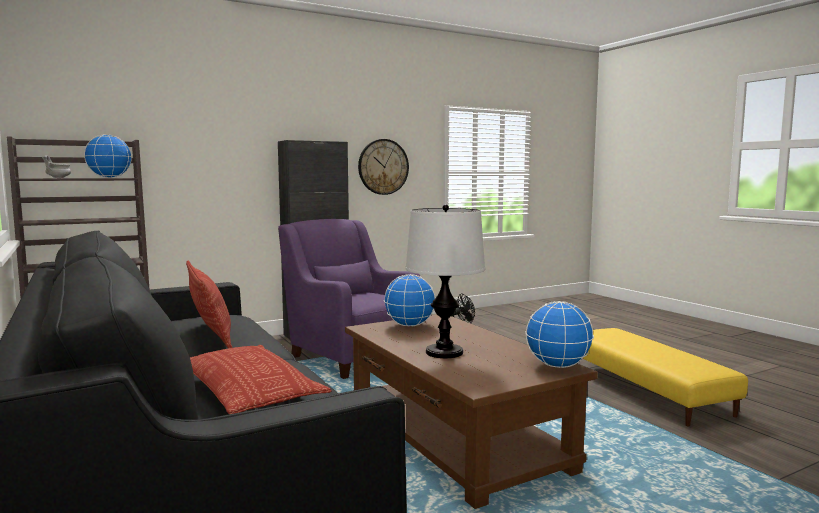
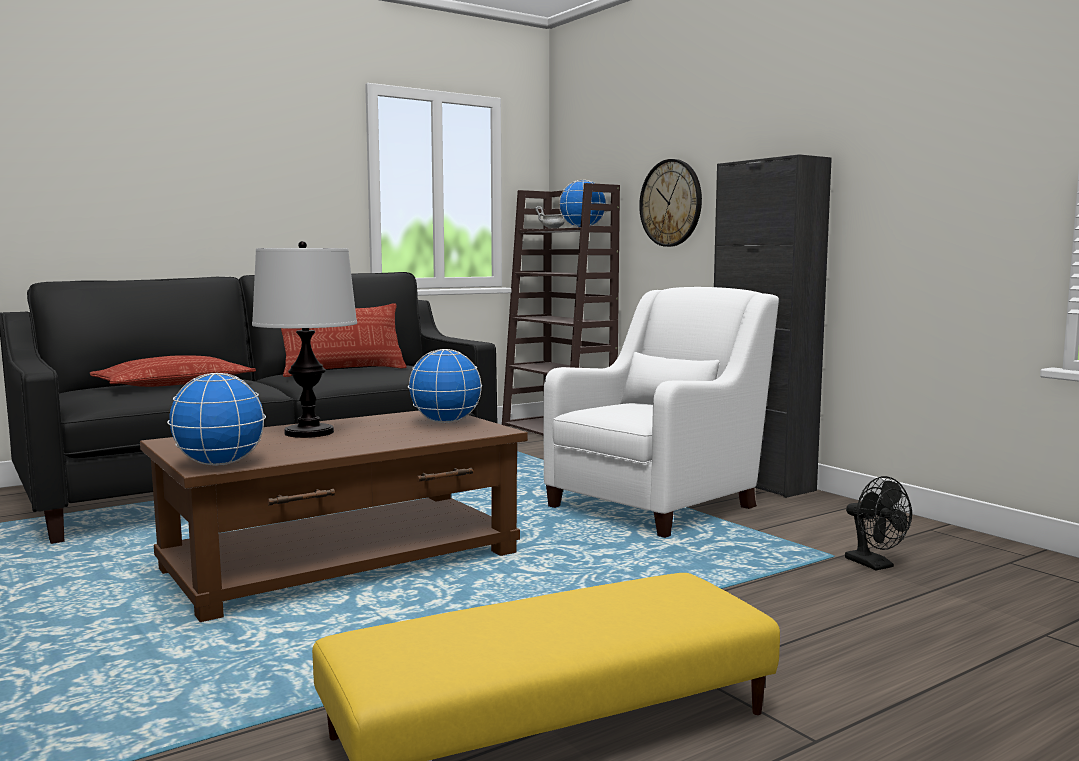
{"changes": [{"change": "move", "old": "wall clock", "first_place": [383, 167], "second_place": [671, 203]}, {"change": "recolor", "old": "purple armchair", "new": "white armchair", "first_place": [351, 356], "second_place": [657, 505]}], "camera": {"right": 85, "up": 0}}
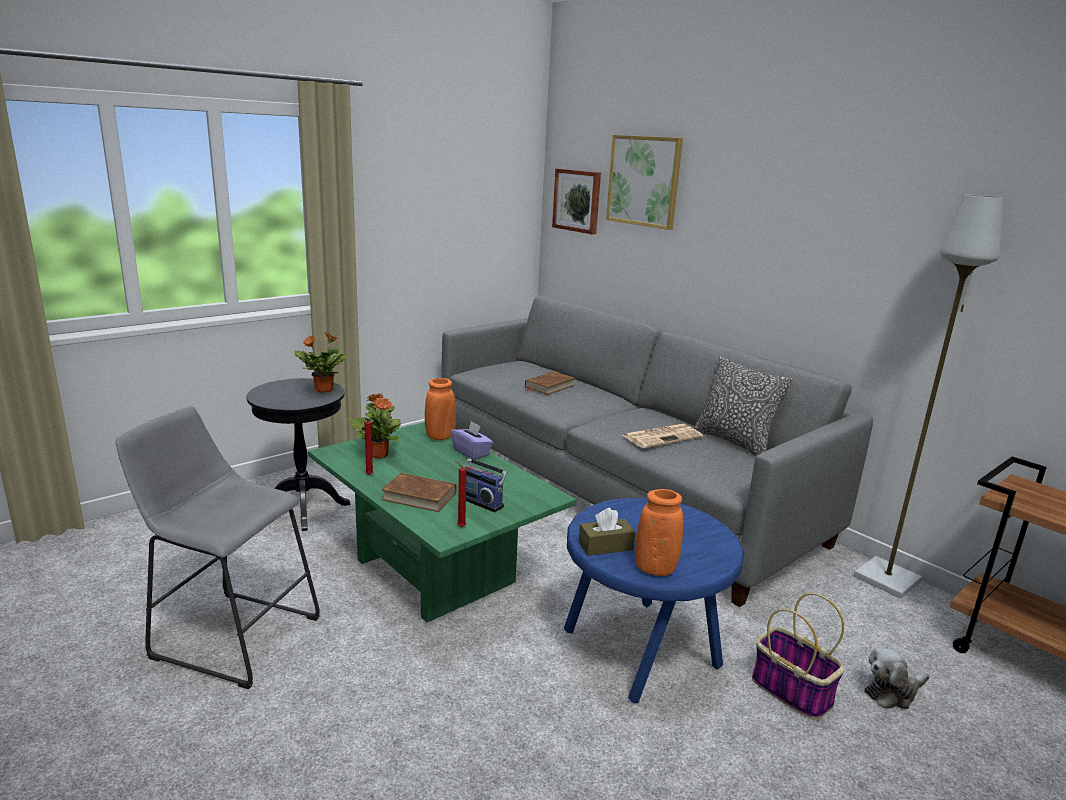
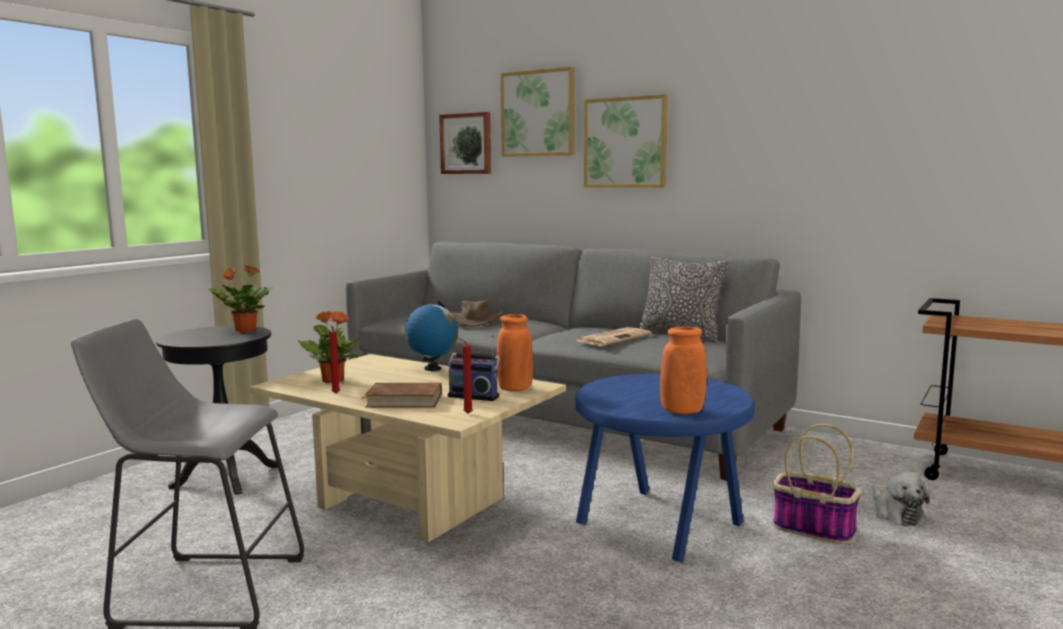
{"changes": [{"change": "delete", "old": "grey floor lamp", "first_place": [888, 579]}, {"change": "replace", "old": "brown book", "new": "brown hat", "first_place": [549, 386], "second_place": [474, 320]}, {"change": "move", "old": "orange vase", "first_place": [440, 437], "second_place": [515, 389]}, {"change": "replace", "old": "purple tissue box", "new": "globe", "first_place": [471, 452], "second_place": [432, 369]}, {"change": "recolor", "old": "green coffee table", "new": "beige coffee table", "first_place": [435, 571], "second_place": [411, 502]}, {"change": "delete", "old": "brown tissue box", "first_place": [605, 546]}, {"change": "rotate", "old": "plush toy", "first_place": [892, 692], "second_place": [897, 514], "degrees": -60}, {"change": "insert", "new": "picture", "second_place": [625, 142]}], "camera": {"right": -15, "up": -10}}
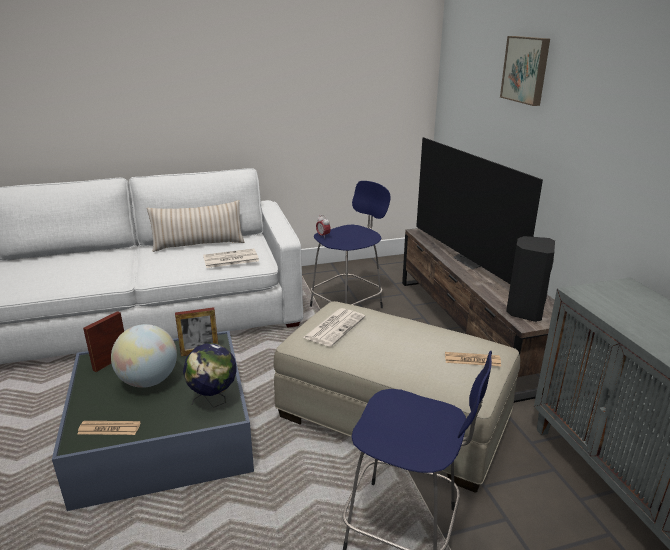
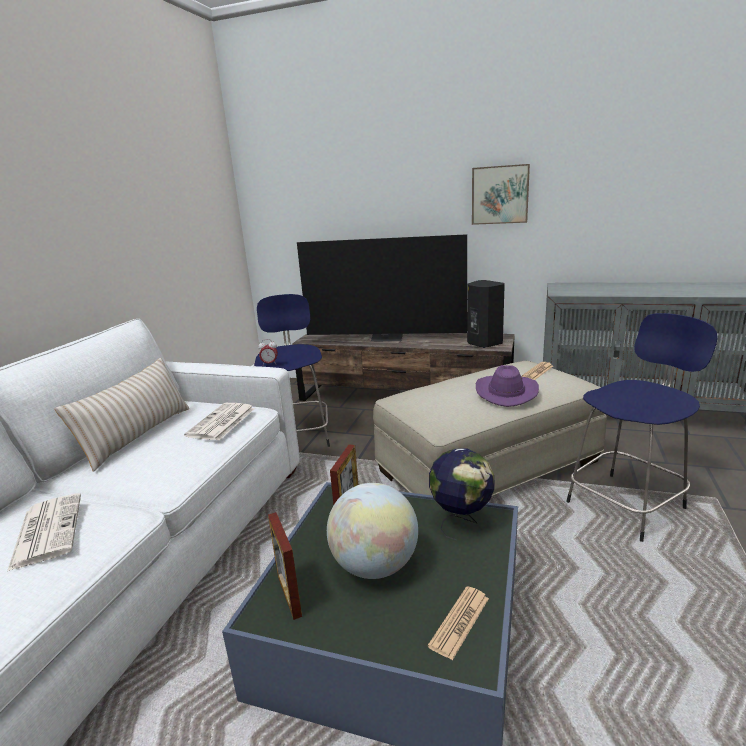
{"changes": [{"change": "move", "old": "picture", "first_place": [526, 69], "second_place": [500, 195]}, {"change": "move", "old": "newspaper", "first_place": [334, 327], "second_place": [47, 530]}, {"change": "insert", "new": "purple hat", "second_place": [506, 392]}], "camera": {"right": -55, "up": -5}}
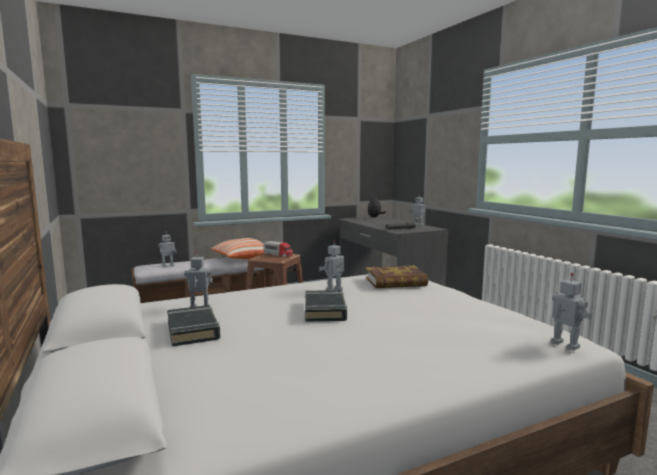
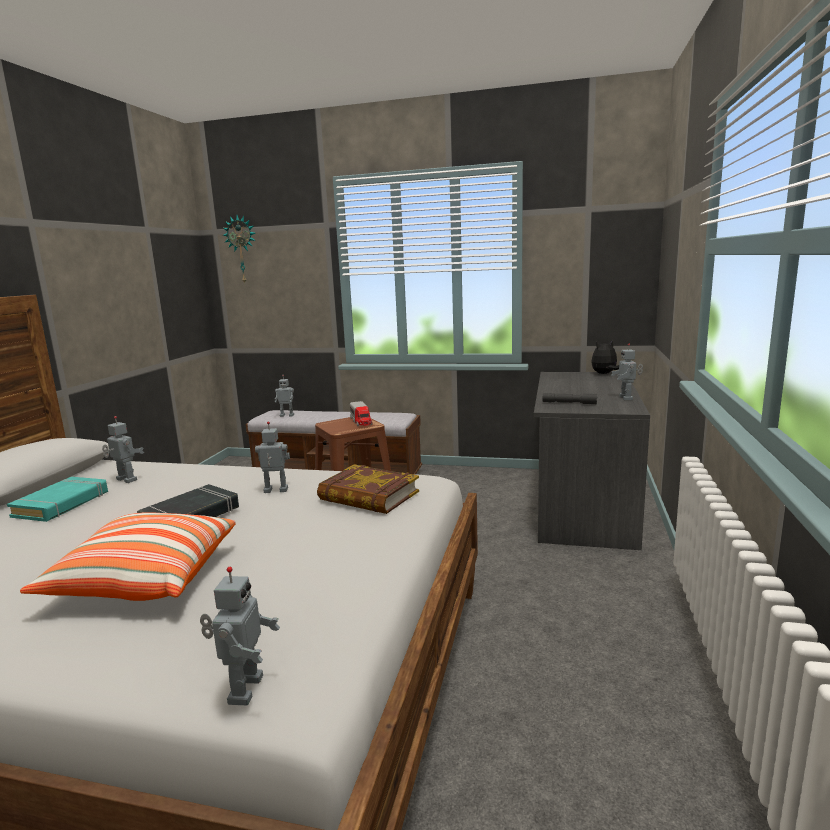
{"changes": [{"change": "move", "old": "pillow", "first_place": [242, 258], "second_place": [144, 579]}, {"change": "recolor", "old": "black book", "new": "turquoise book", "first_place": [193, 330], "second_place": [62, 504]}, {"change": "insert", "new": "wall clock", "second_place": [242, 249]}], "camera": {"right": 40, "up": 5}}
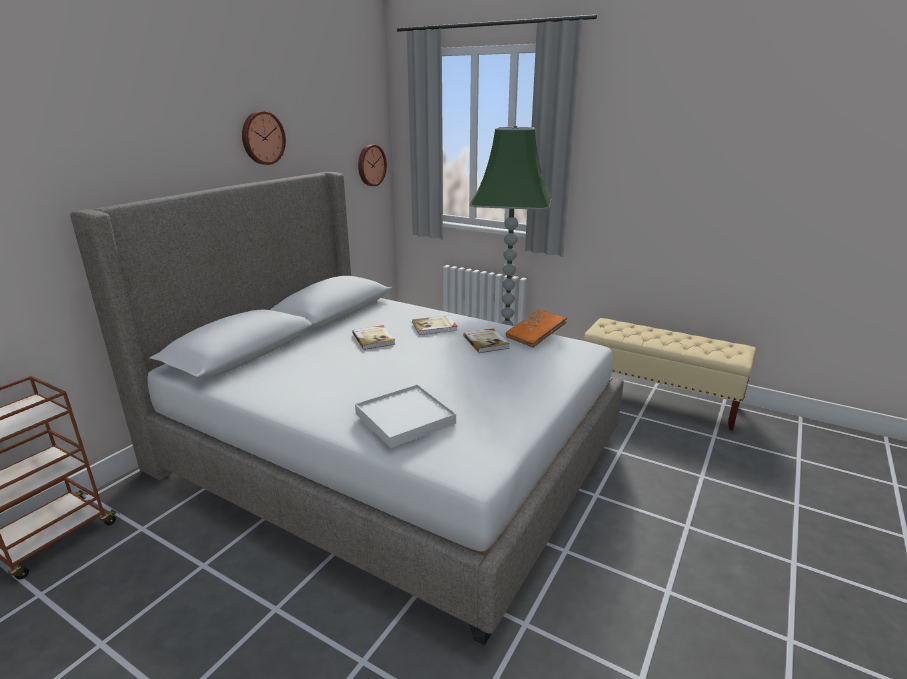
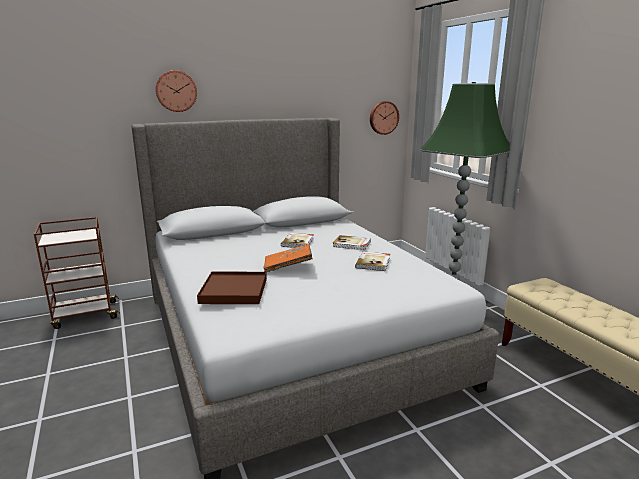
{"changes": [{"change": "move", "old": "wall clock", "first_place": [262, 138], "second_place": [176, 91]}, {"change": "move", "old": "orange book", "first_place": [535, 337], "second_place": [288, 266]}, {"change": "recolor", "old": "white tray", "new": "brown tray", "first_place": [405, 418], "second_place": [234, 291]}], "camera": {"right": 35, "up": -5}}
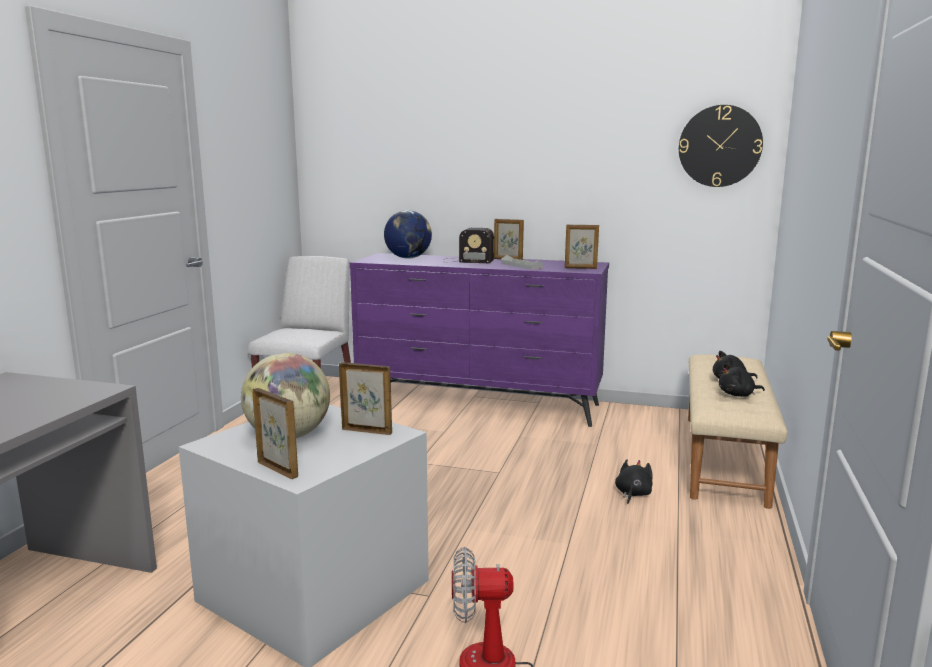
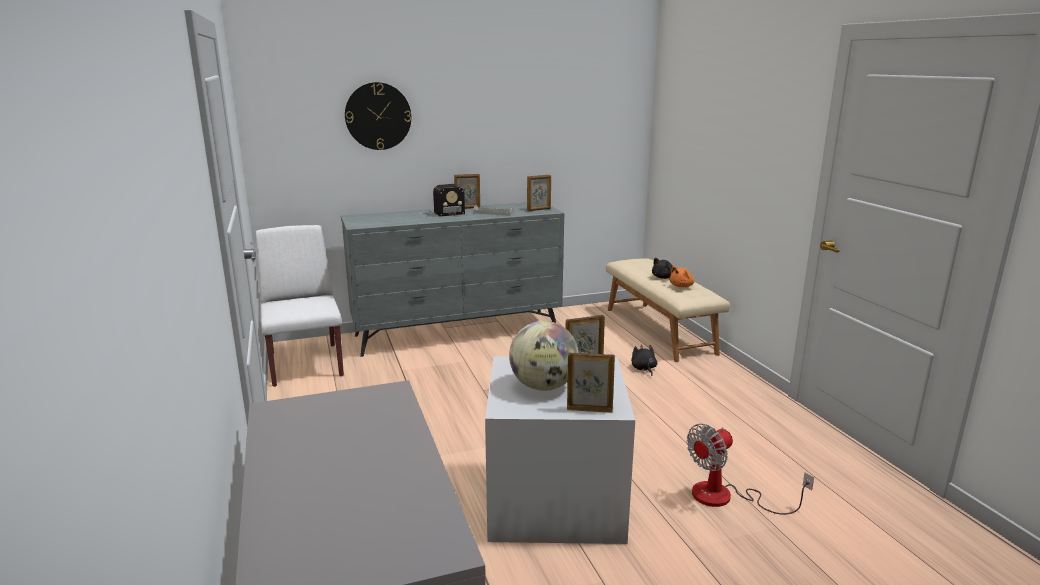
{"changes": [{"change": "move", "old": "wall clock", "first_place": [719, 146], "second_place": [378, 116]}, {"change": "delete", "old": "globe", "first_place": [408, 258]}, {"change": "recolor", "old": "purple dresser", "new": "grey dresser", "first_place": [479, 404], "second_place": [458, 333]}, {"change": "recolor", "old": "black plush toy", "new": "orange plush toy", "first_place": [738, 395], "second_place": [682, 286]}], "camera": {"right": -35, "up": 5}}
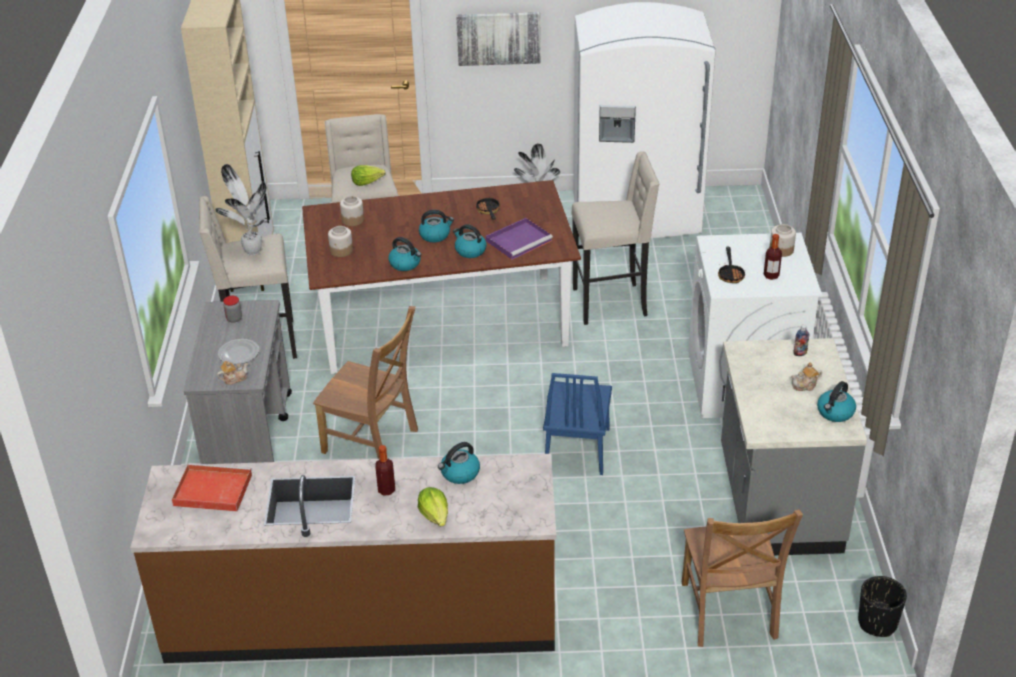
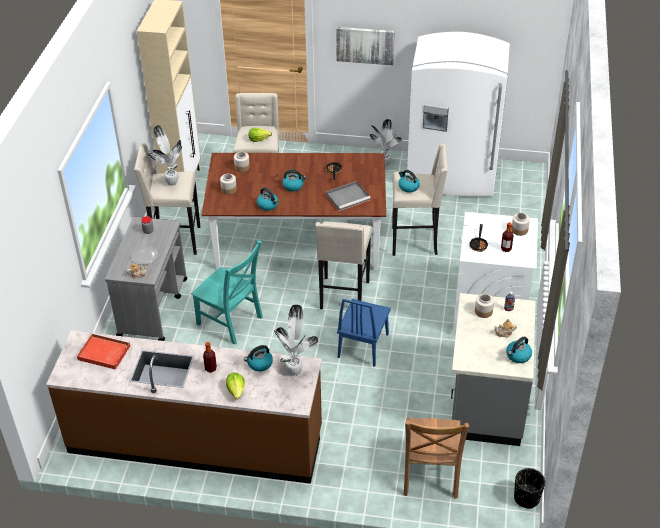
{"changes": [{"change": "recolor", "old": "purple tray", "new": "grey tray", "first_place": [519, 240], "second_place": [348, 197]}, {"change": "move", "old": "kettle", "first_place": [470, 251], "second_place": [408, 187]}, {"change": "recolor", "old": "brown chair", "new": "turquoise chair", "first_place": [373, 442], "second_place": [231, 322]}, {"change": "insert", "new": "beige stool", "second_place": [343, 296]}, {"change": "insert", "new": "jar", "second_place": [483, 311]}, {"change": "insert", "new": "potted plant", "second_place": [294, 370]}], "camera": {"right": 10, "up": 5}}
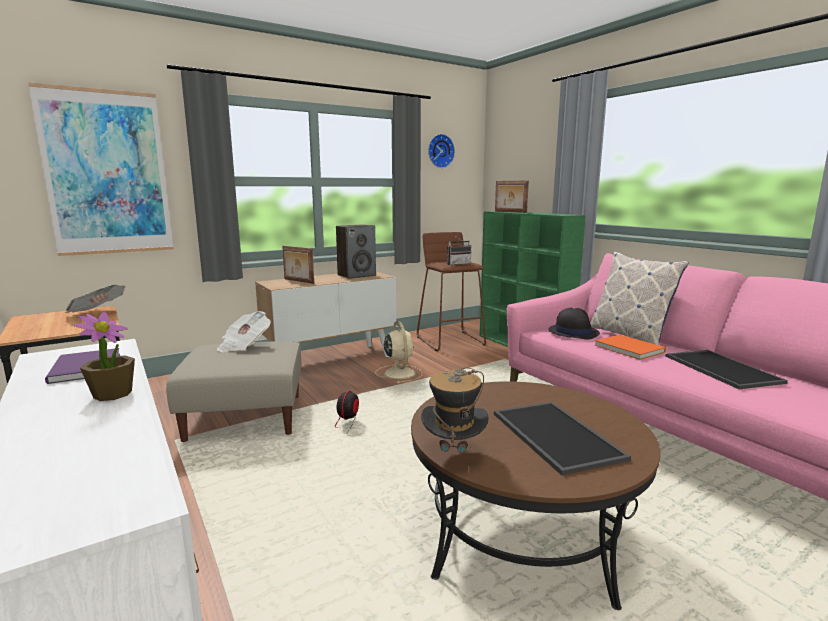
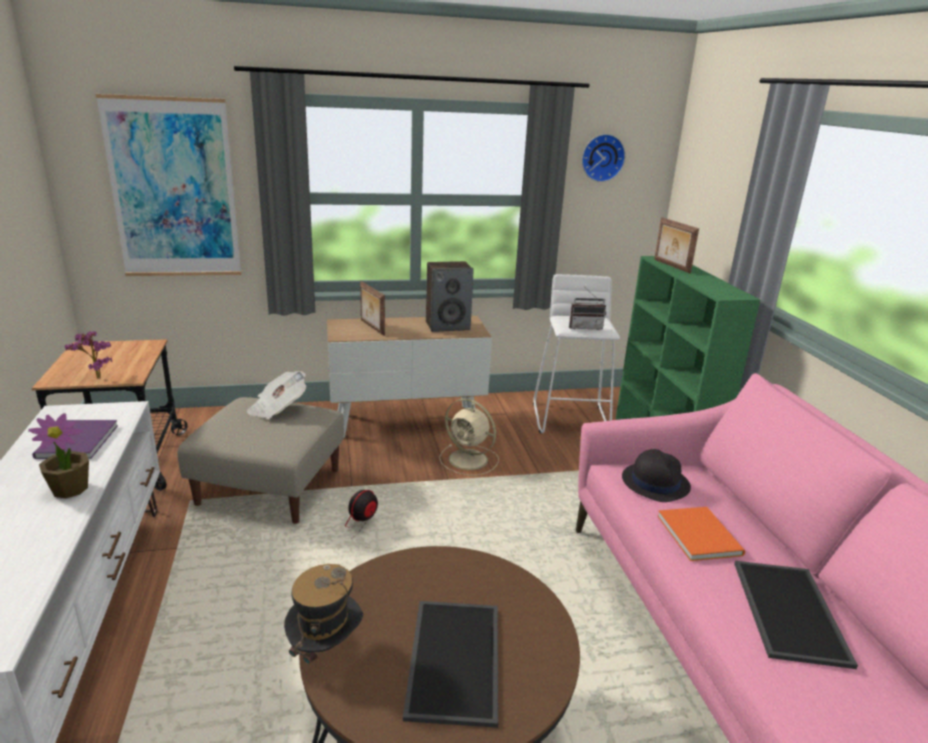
{"changes": [{"change": "recolor", "old": "brown stool", "new": "white stool", "first_place": [451, 341], "second_place": [571, 419]}, {"change": "delete", "old": "pillow", "first_place": [629, 336]}, {"change": "delete", "old": "newspaper", "first_place": [98, 313]}, {"change": "rotate", "old": "beige fan", "first_place": [399, 373], "second_place": [469, 460], "degrees": 120}, {"change": "insert", "new": "potted plant", "second_place": [95, 377]}], "camera": {"right": 20, "up": 10}}
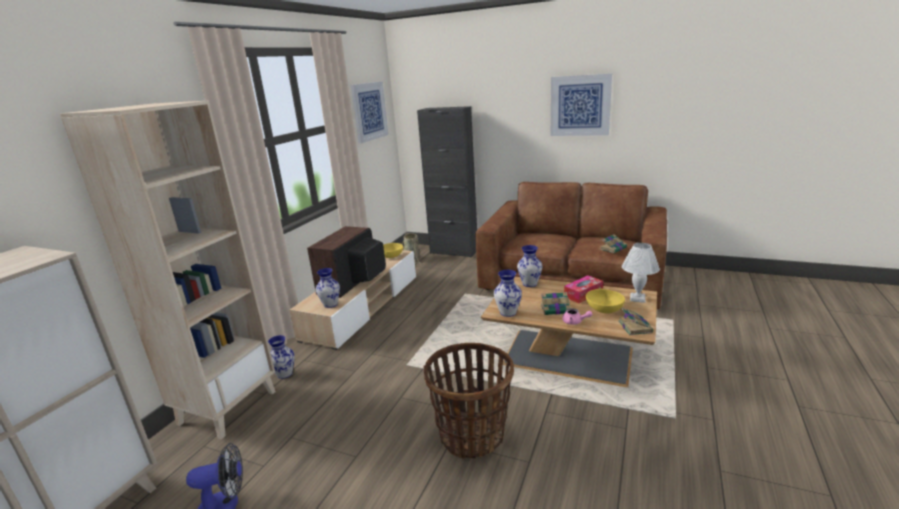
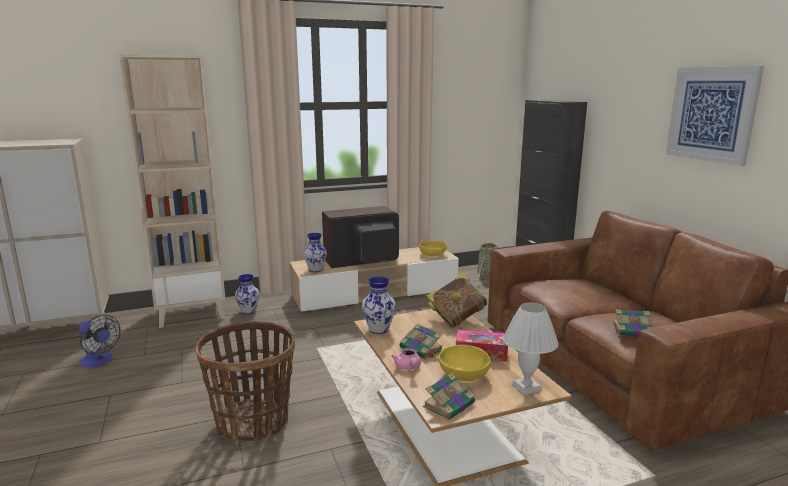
{"changes": [{"change": "delete", "old": "picture", "first_place": [369, 111]}, {"change": "replace", "old": "vase", "new": "book", "first_place": [529, 284], "second_place": [456, 319]}], "camera": {"right": 45, "up": -5}}
